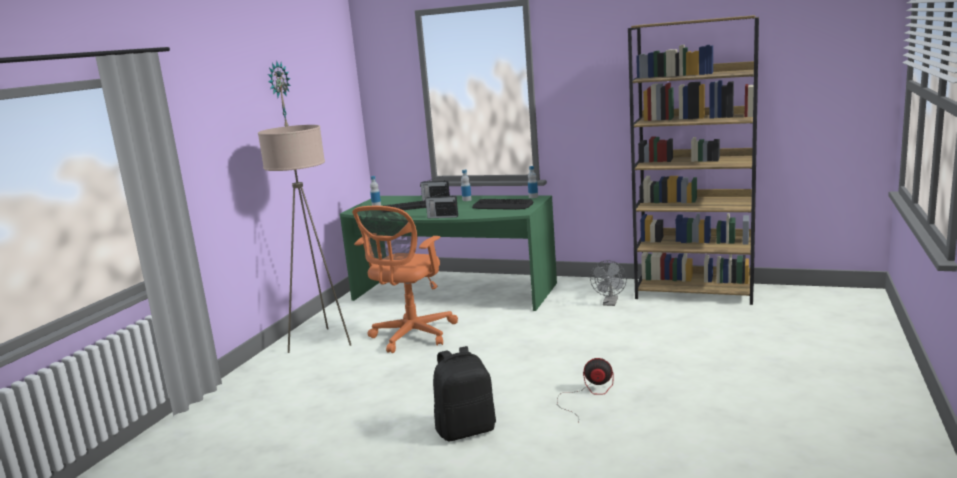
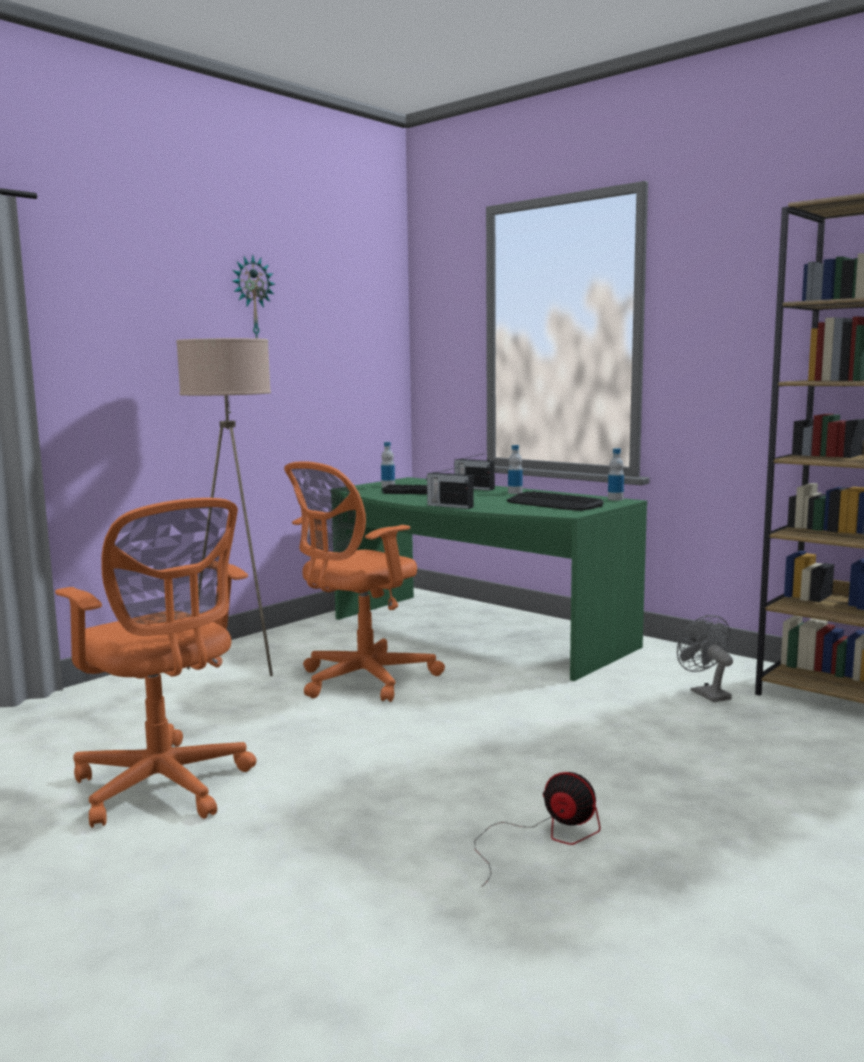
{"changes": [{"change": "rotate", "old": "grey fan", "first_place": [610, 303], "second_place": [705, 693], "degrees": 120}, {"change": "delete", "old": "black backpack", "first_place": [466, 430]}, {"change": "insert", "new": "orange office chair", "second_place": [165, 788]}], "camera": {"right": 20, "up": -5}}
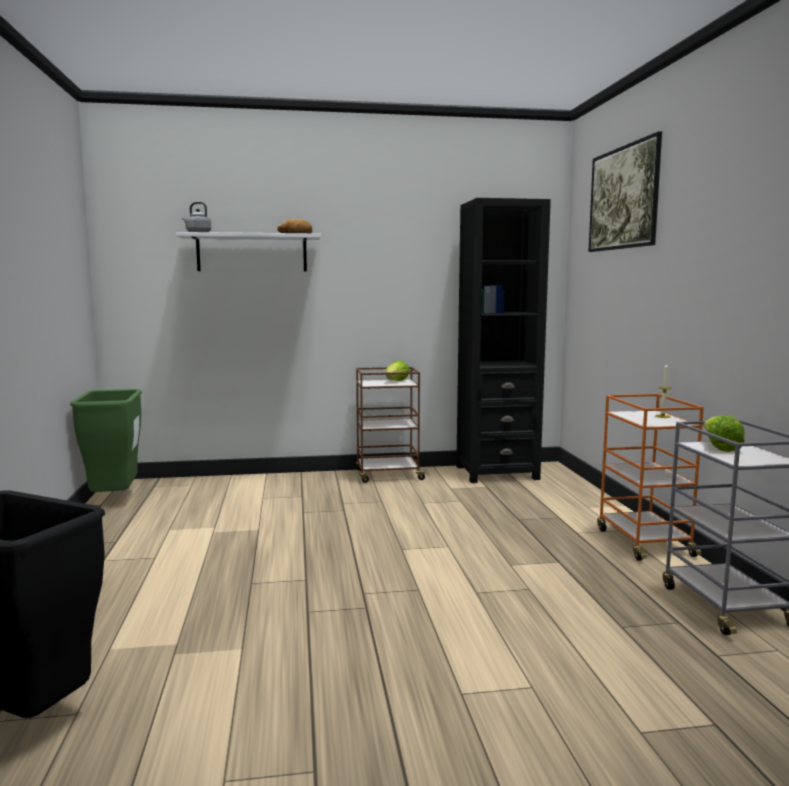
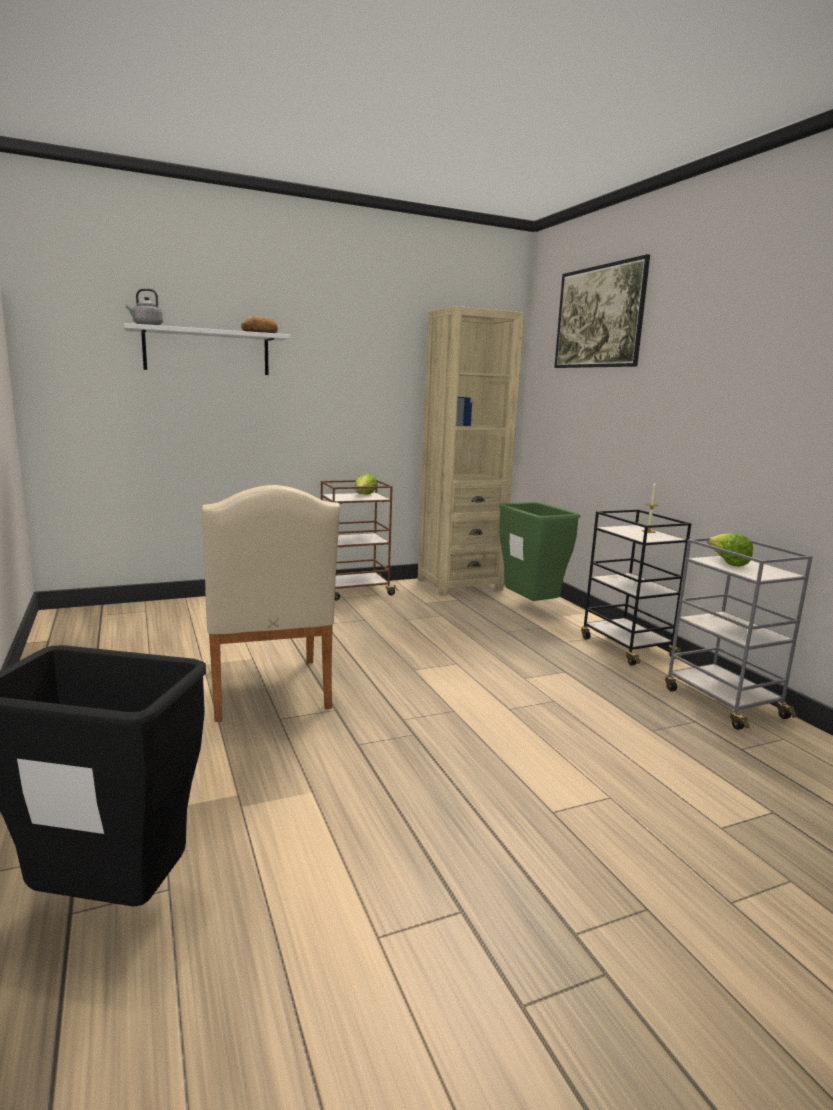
{"changes": [{"change": "recolor", "old": "black bookcase", "new": "beige bookcase", "first_place": [496, 473], "second_place": [459, 584]}, {"change": "move", "old": "green trash can", "first_place": [115, 500], "second_place": [530, 608]}, {"change": "recolor", "old": "orange cart", "new": "black cart", "first_place": [643, 542], "second_place": [626, 647]}, {"change": "insert", "new": "beige chair", "second_place": [269, 693]}], "camera": {"right": -15, "up": 5}}
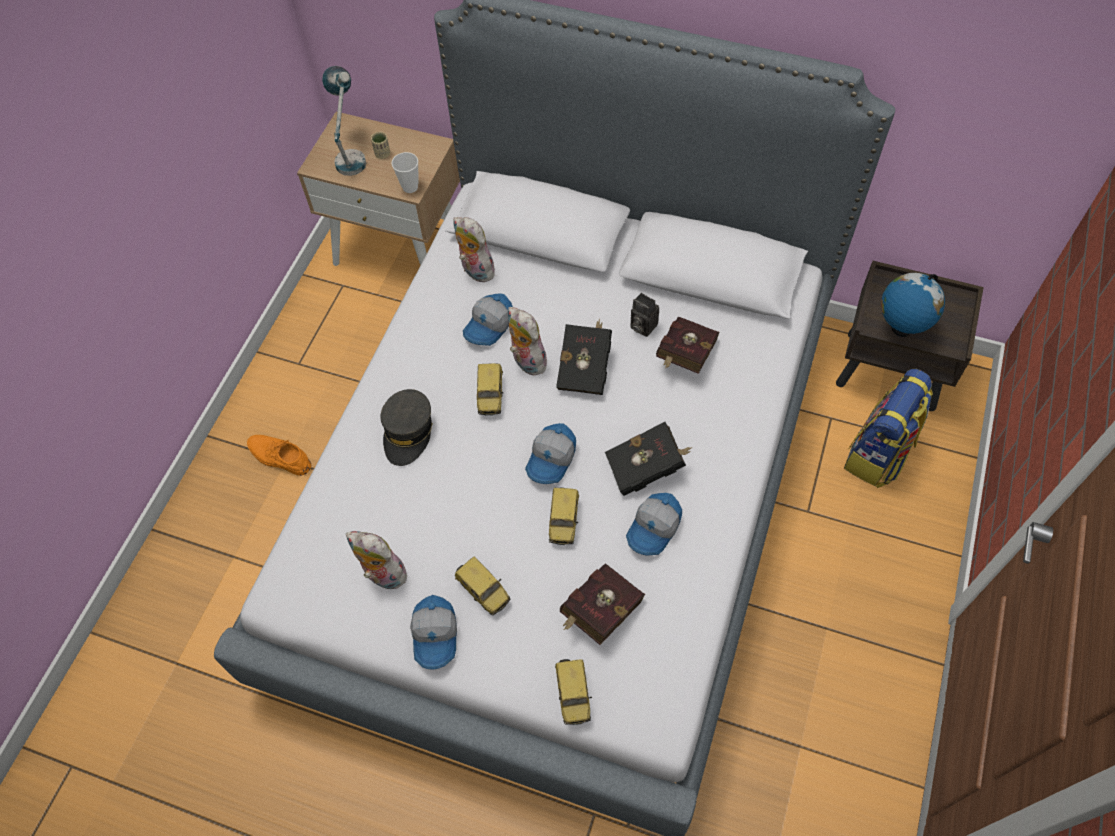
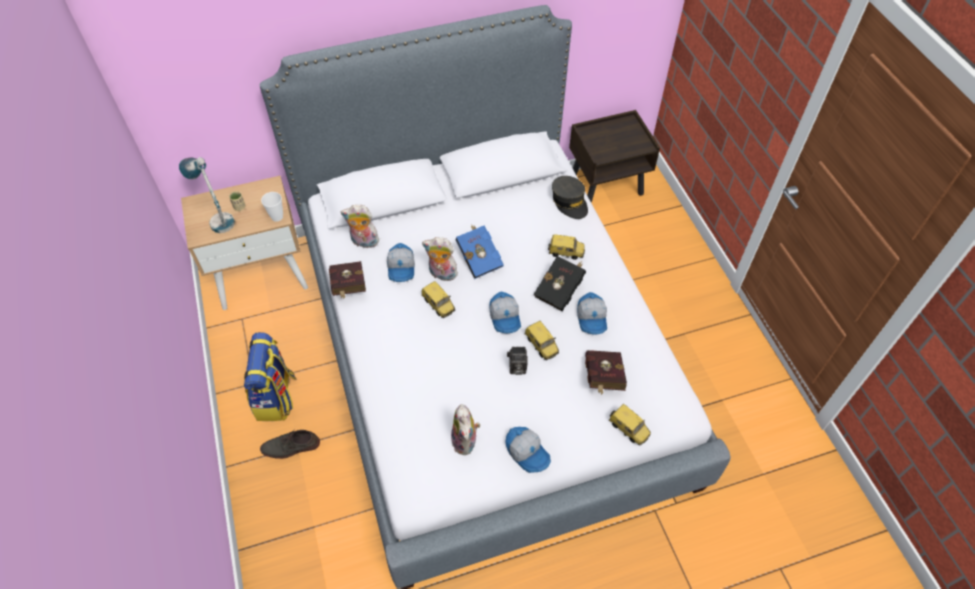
{"changes": [{"change": "delete", "old": "globe", "first_place": [900, 329]}, {"change": "move", "old": "photo camera", "first_place": [641, 326], "second_place": [516, 368]}, {"change": "move", "old": "red book", "first_place": [684, 357], "second_place": [348, 288]}, {"change": "recolor", "old": "black book", "new": "blue book", "first_place": [585, 367], "second_place": [479, 258]}, {"change": "move", "old": "backpack", "first_place": [878, 454], "second_place": [276, 397]}, {"change": "move", "old": "grey cap", "first_place": [408, 432], "second_place": [569, 202]}, {"change": "recolor", "old": "orange shoe", "new": "grey shoe", "first_place": [279, 457], "second_place": [290, 447]}, {"change": "rotate", "old": "plush toy", "first_place": [382, 575], "second_place": [466, 442], "degrees": -90}, {"change": "move", "old": "toy car", "first_place": [484, 590], "second_place": [566, 252]}], "camera": {"right": -40, "up": -5}}
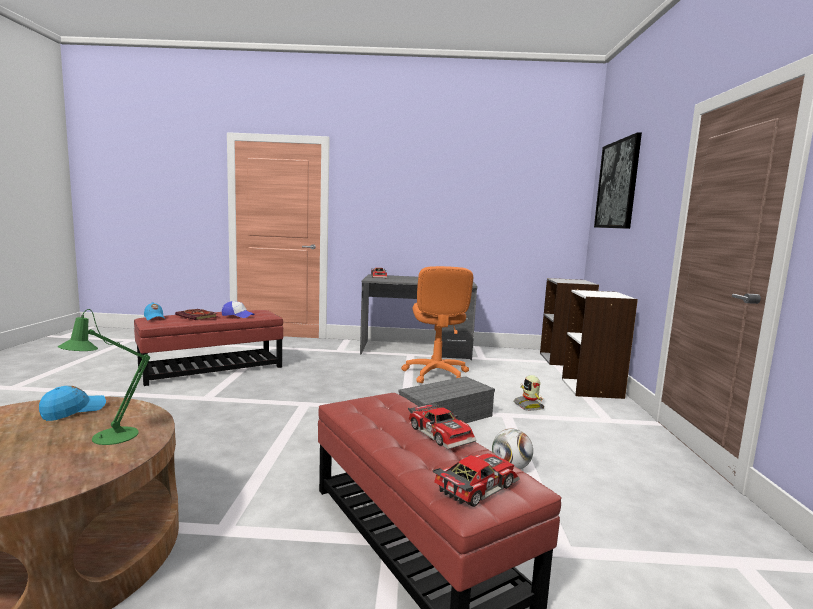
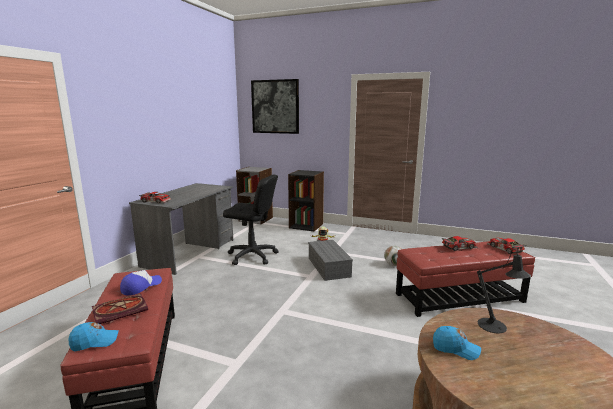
{"changes": [{"change": "recolor", "old": "orange office chair", "new": "black office chair", "first_place": [436, 374], "second_place": [252, 256]}, {"change": "recolor", "old": "white bookcase", "new": "black bookcase", "first_place": [592, 389], "second_place": [306, 225]}, {"change": "recolor", "old": "green table lamp", "new": "black table lamp", "first_place": [108, 437], "second_place": [495, 327]}, {"change": "rotate", "old": "blue cap", "first_place": [73, 411], "second_place": [455, 349], "degrees": 150}], "camera": {"right": -70, "up": 5}}
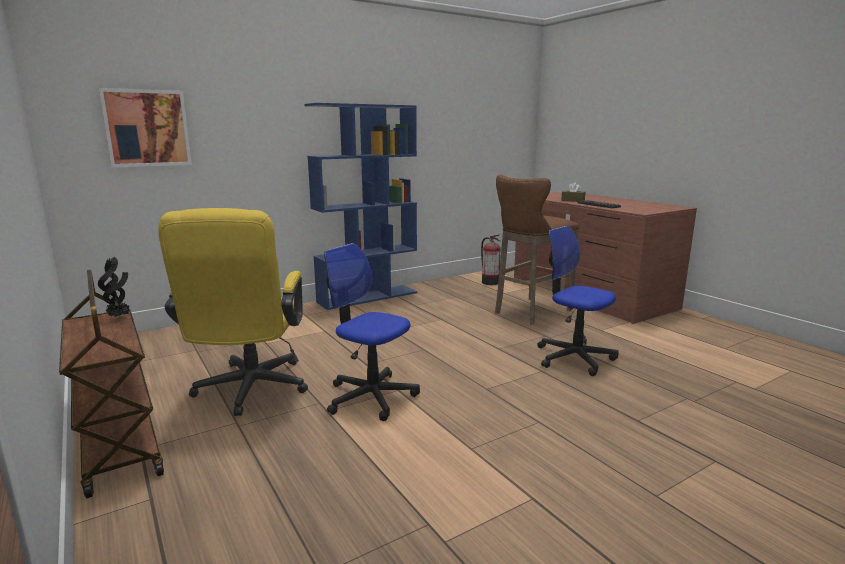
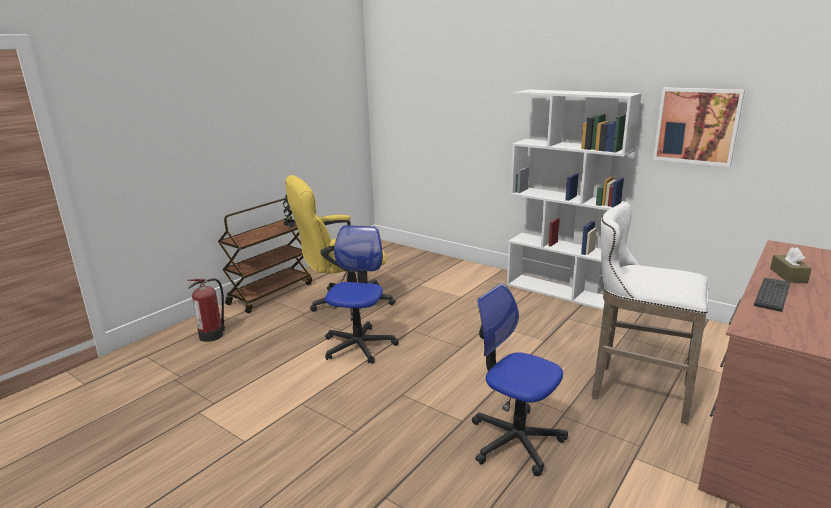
{"changes": [{"change": "move", "old": "picture", "first_place": [147, 128], "second_place": [696, 126]}, {"change": "recolor", "old": "blue bookcase", "new": "white bookcase", "first_place": [368, 297], "second_place": [560, 292]}, {"change": "recolor", "old": "brown stool", "new": "white stool", "first_place": [530, 312], "second_place": [635, 391]}, {"change": "rotate", "old": "office chair", "first_place": [574, 358], "second_place": [515, 440], "degrees": -75}, {"change": "move", "old": "fire extinguisher", "first_place": [489, 282], "second_place": [212, 335]}], "camera": {"right": 70, "up": 5}}
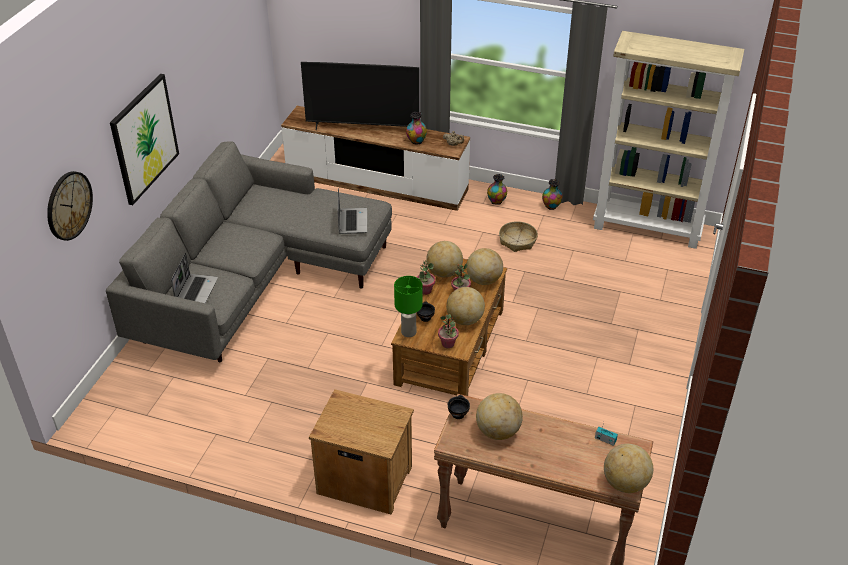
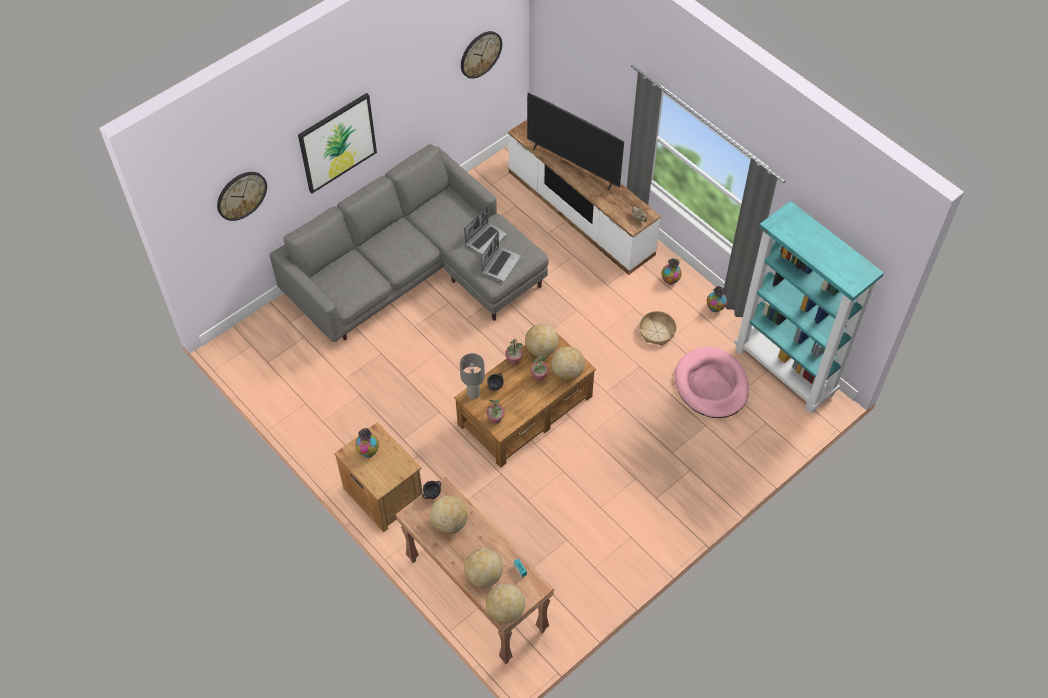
{"changes": [{"change": "recolor", "old": "beige bookcase", "new": "turquoise bookcase", "first_place": [648, 228], "second_place": [785, 371]}, {"change": "move", "old": "vase", "first_place": [416, 141], "second_place": [368, 451]}, {"change": "move", "old": "laptop", "first_place": [196, 290], "second_place": [485, 239]}, {"change": "recolor", "old": "green table lamp", "new": "grey table lamp", "first_place": [408, 332], "second_place": [473, 394]}, {"change": "move", "old": "globe", "first_place": [465, 320], "second_place": [483, 575]}, {"change": "insert", "new": "wall clock", "second_place": [480, 54]}, {"change": "insert", "new": "pink dog bed", "second_place": [711, 385]}], "camera": {"right": 30, "up": 15}}
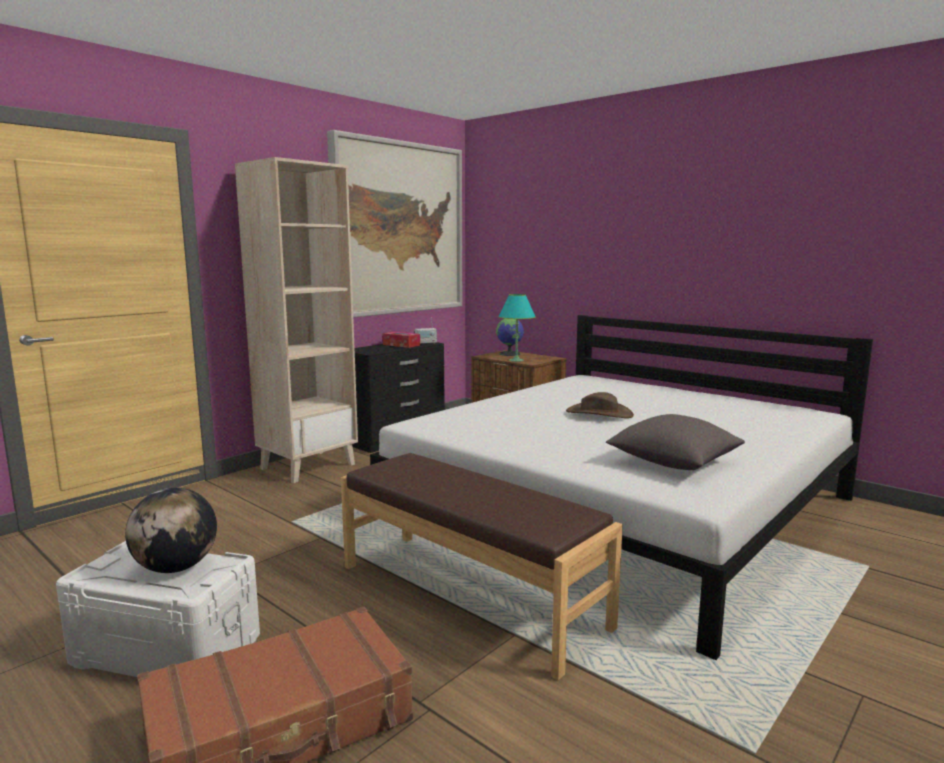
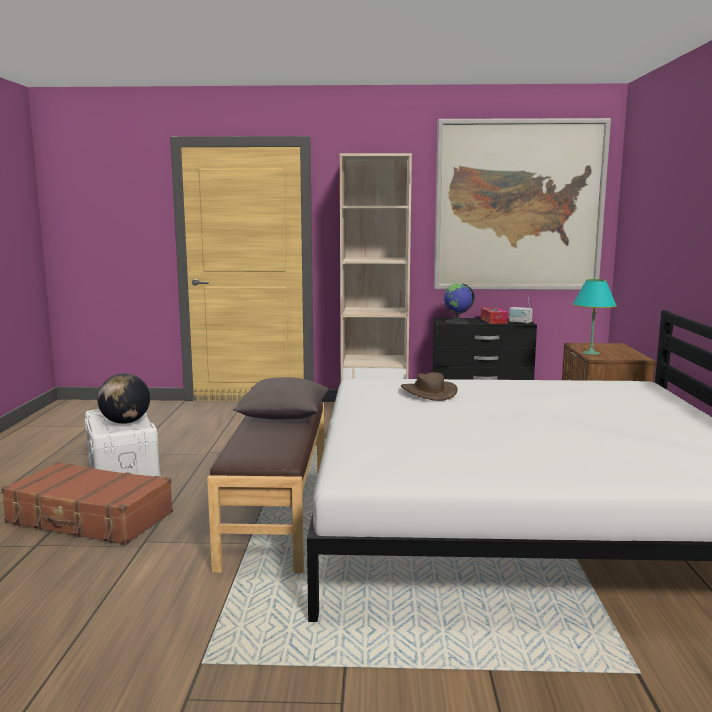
{"changes": [{"change": "move", "old": "globe", "first_place": [510, 354], "second_place": [457, 322]}, {"change": "move", "old": "brown hat", "first_place": [599, 413], "second_place": [428, 392]}, {"change": "move", "old": "grey pillow", "first_place": [673, 462], "second_place": [283, 416]}], "camera": {"right": 50, "up": 0}}
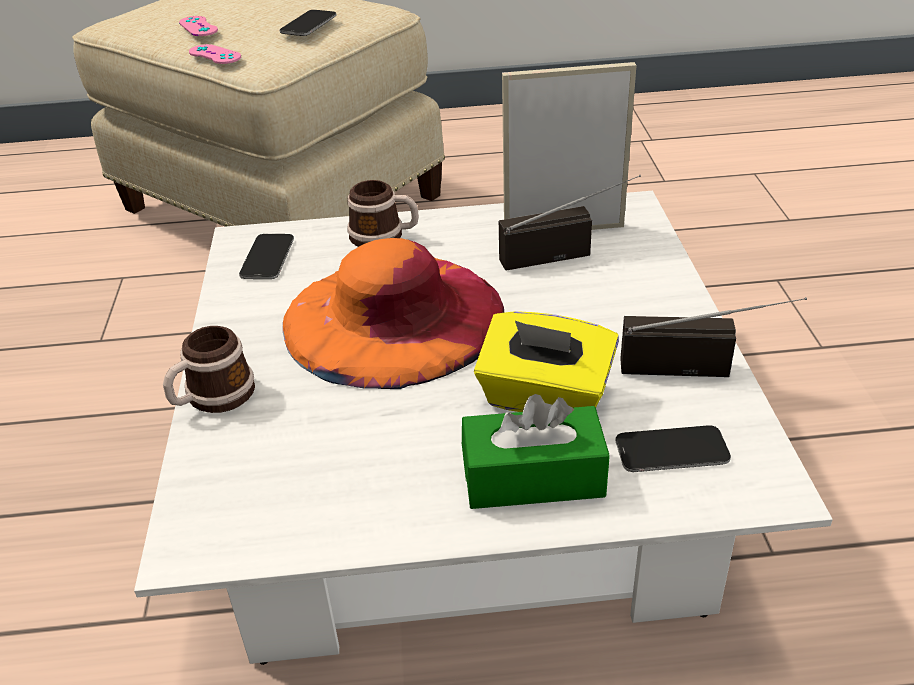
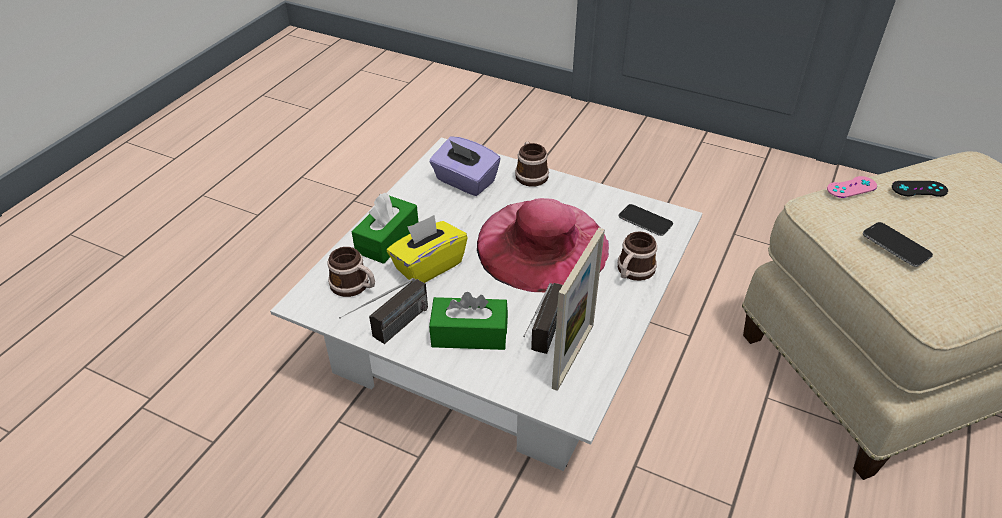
{"changes": [{"change": "recolor", "old": "pink game controller", "new": "black game controller", "first_place": [198, 26], "second_place": [919, 189]}, {"change": "recolor", "old": "orange hat", "new": "pink hat", "first_place": [393, 317], "second_place": [542, 244]}, {"change": "replace", "old": "phone", "new": "mug", "first_place": [671, 451], "second_place": [354, 286]}, {"change": "insert", "new": "purple tissue box", "second_place": [465, 182]}, {"change": "insert", "new": "green tissue box", "second_place": [469, 334]}], "camera": {"right": 120, "up": 5}}
